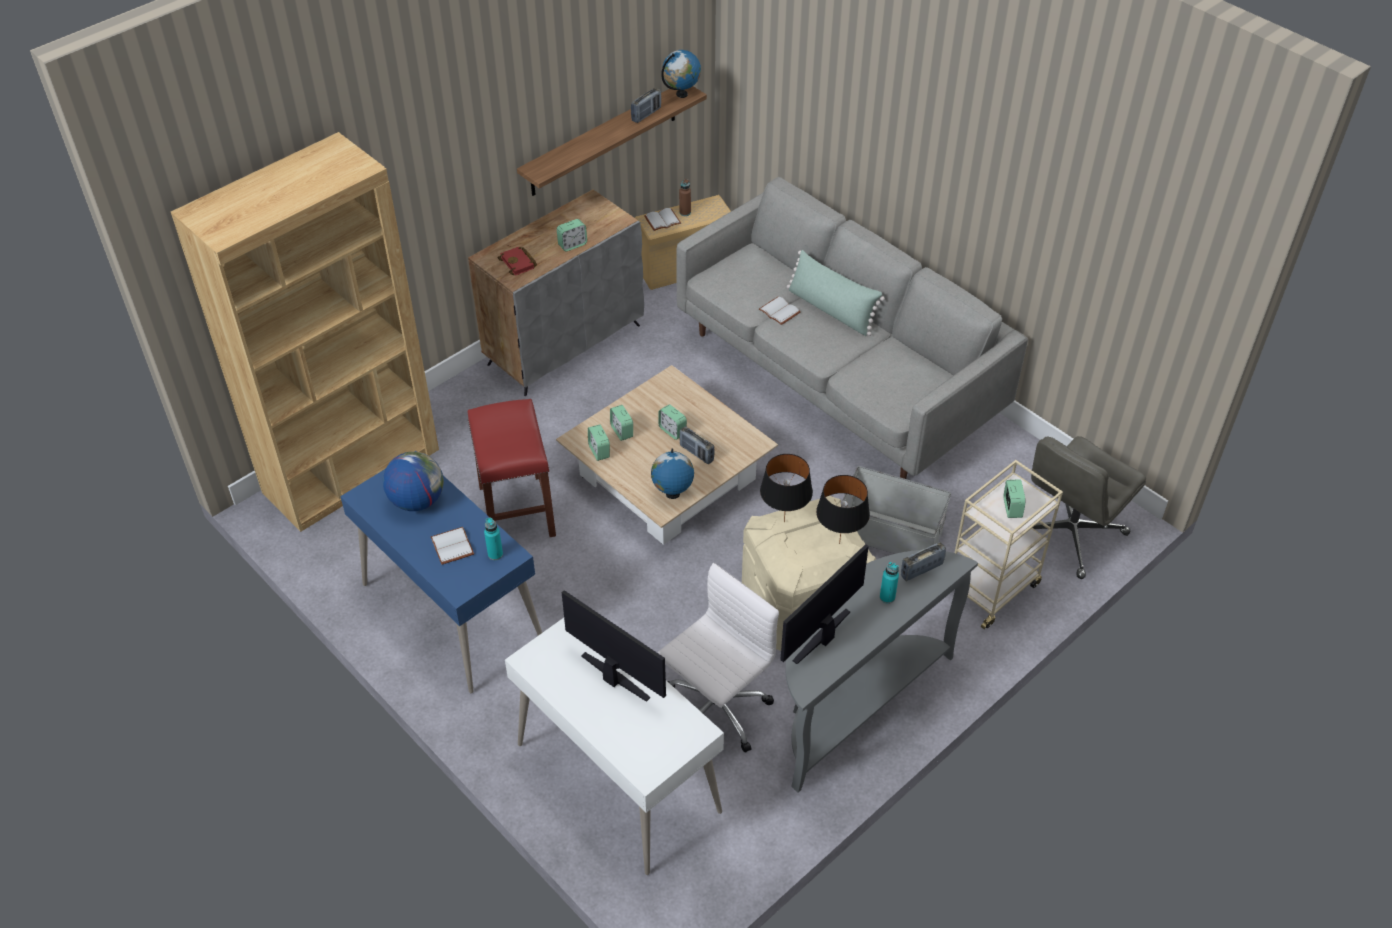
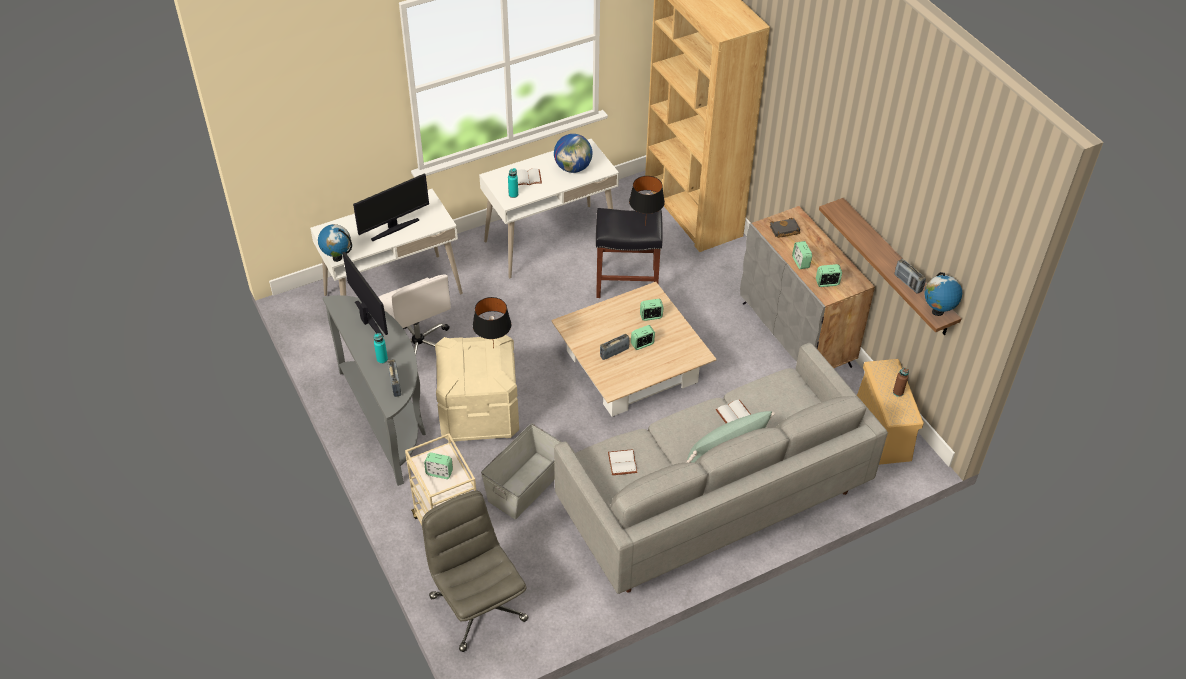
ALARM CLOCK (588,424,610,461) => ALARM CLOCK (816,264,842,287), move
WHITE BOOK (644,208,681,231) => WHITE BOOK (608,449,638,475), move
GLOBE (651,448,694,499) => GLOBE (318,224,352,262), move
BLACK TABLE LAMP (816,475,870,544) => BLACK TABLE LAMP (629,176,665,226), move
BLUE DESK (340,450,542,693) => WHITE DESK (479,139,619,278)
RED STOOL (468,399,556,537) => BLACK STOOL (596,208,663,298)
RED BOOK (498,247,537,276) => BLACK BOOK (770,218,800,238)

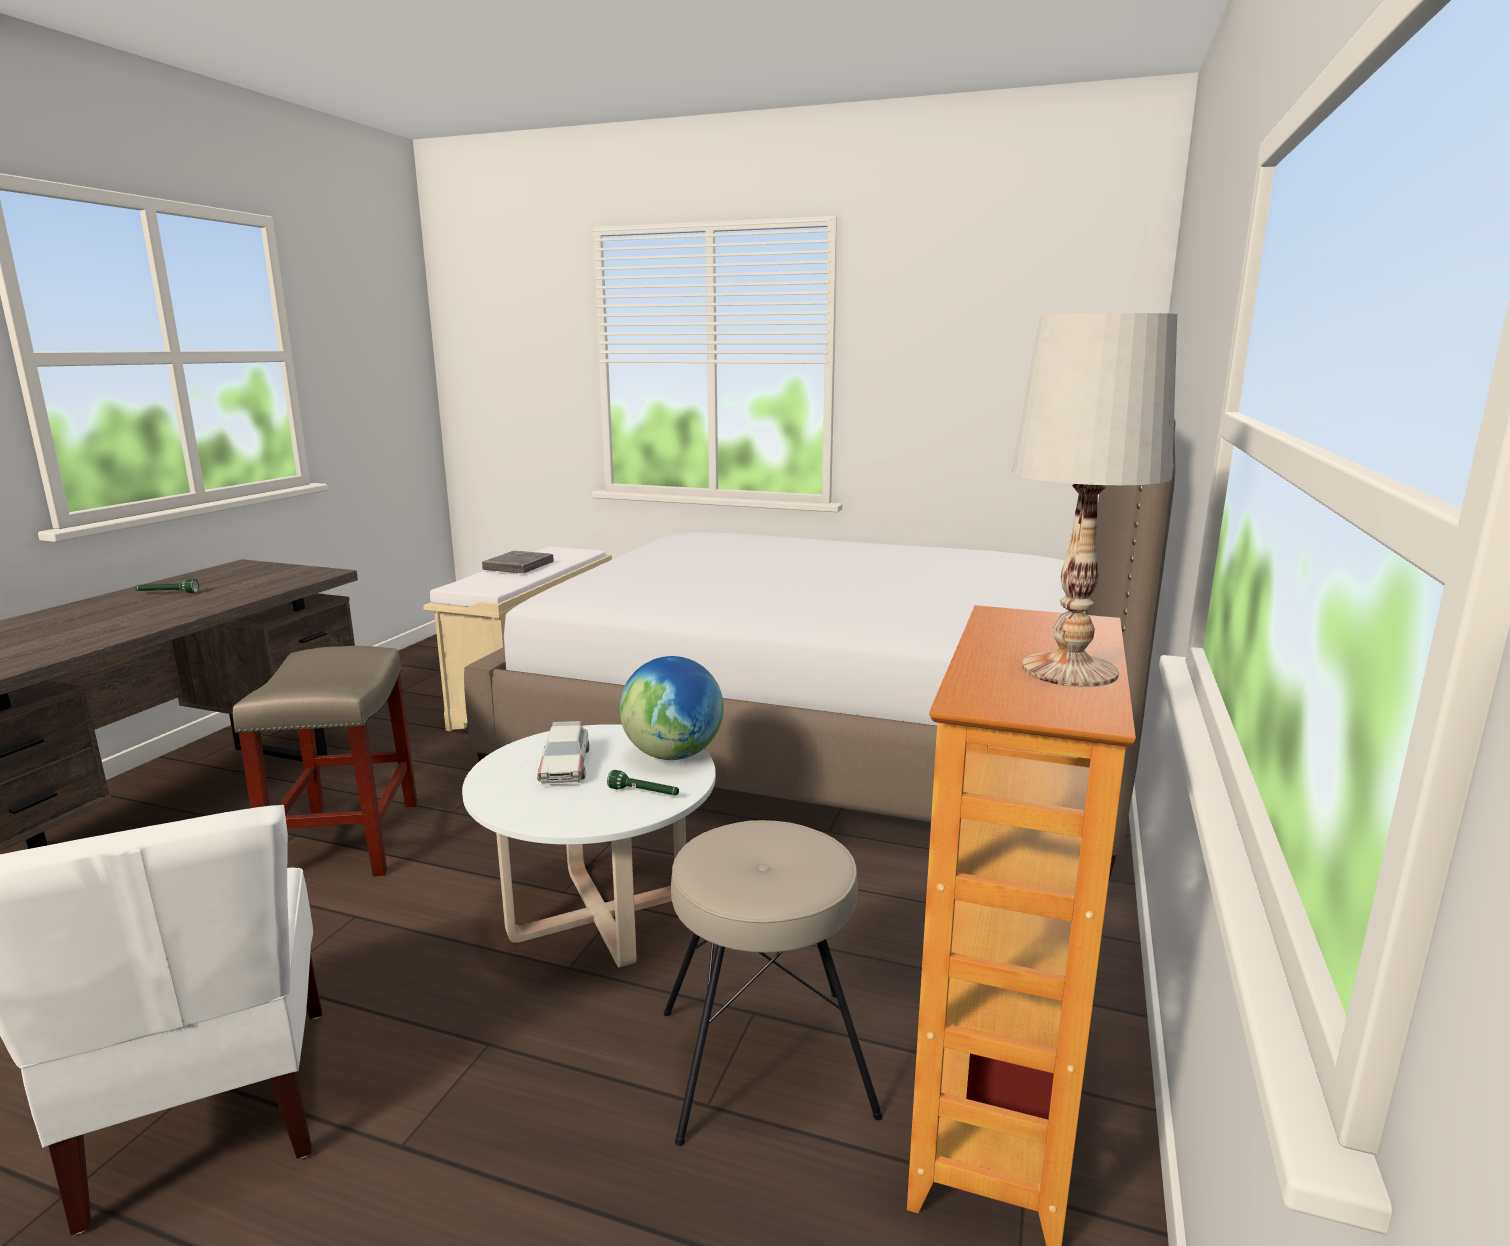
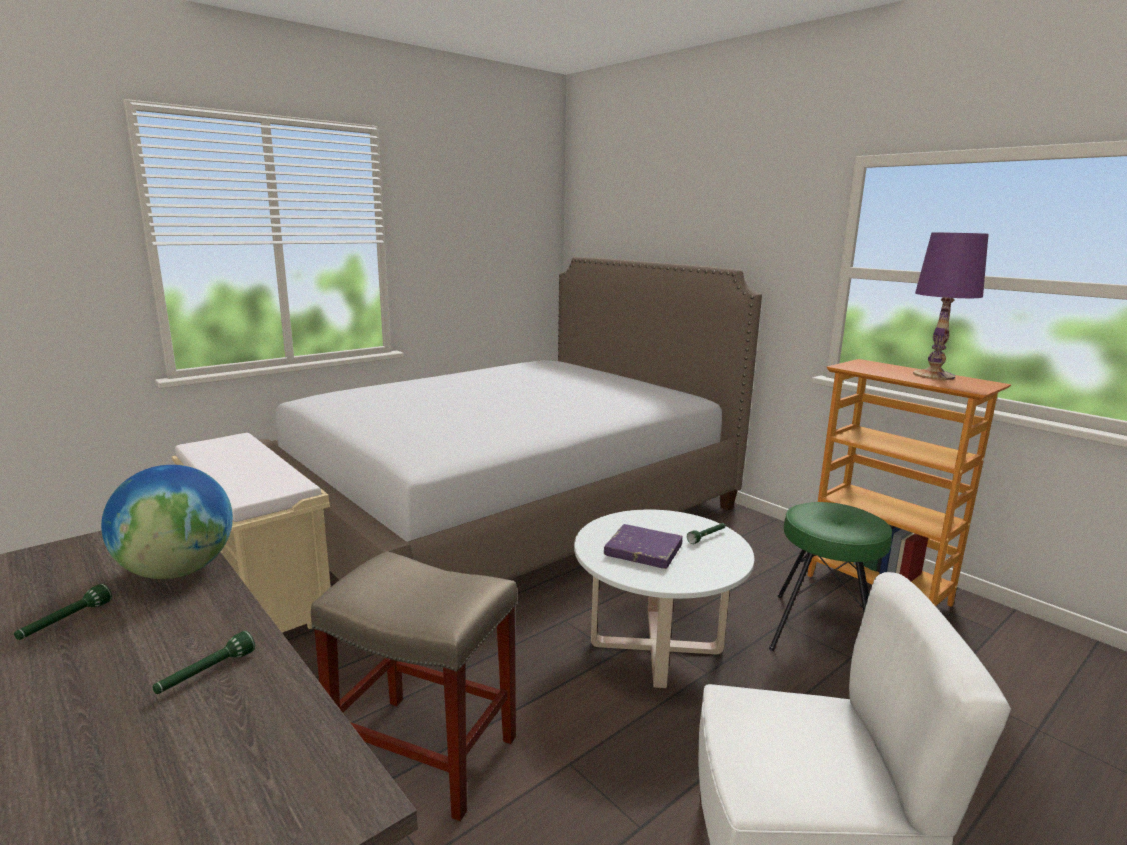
GREY BOOK (482,551,554,573) => nothing
nothing => GREEN FLASHLIGHT (152,631,255,694)
GLOBE (619,656,724,760) => GLOBE (101,465,233,579), move
TOY CAR (537,721,589,785) => PURPLE BOOK (604,524,683,569)
BEIGE STOOL (664,820,883,1146) => GREEN STOOL (769,502,892,651)
WHITE TABLE LAMP (1012,313,1177,687) => PURPLE TABLE LAMP (913,232,989,380)

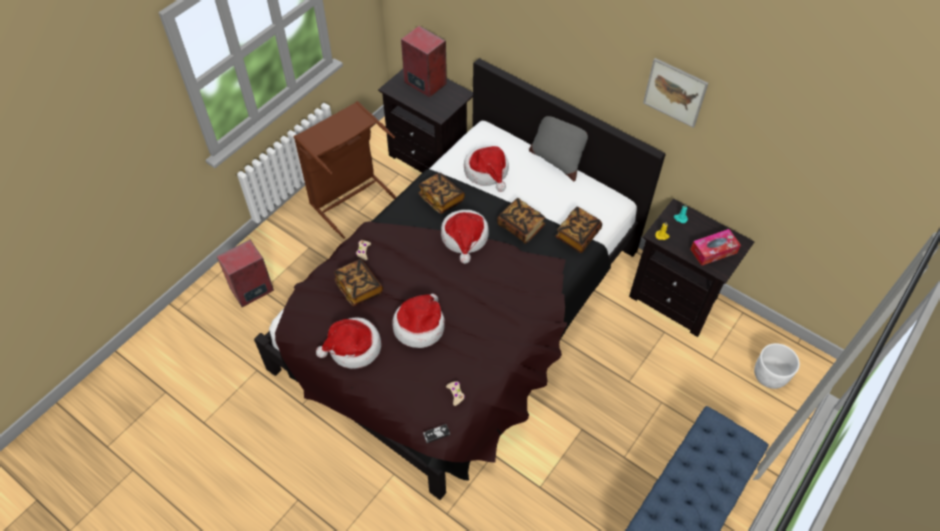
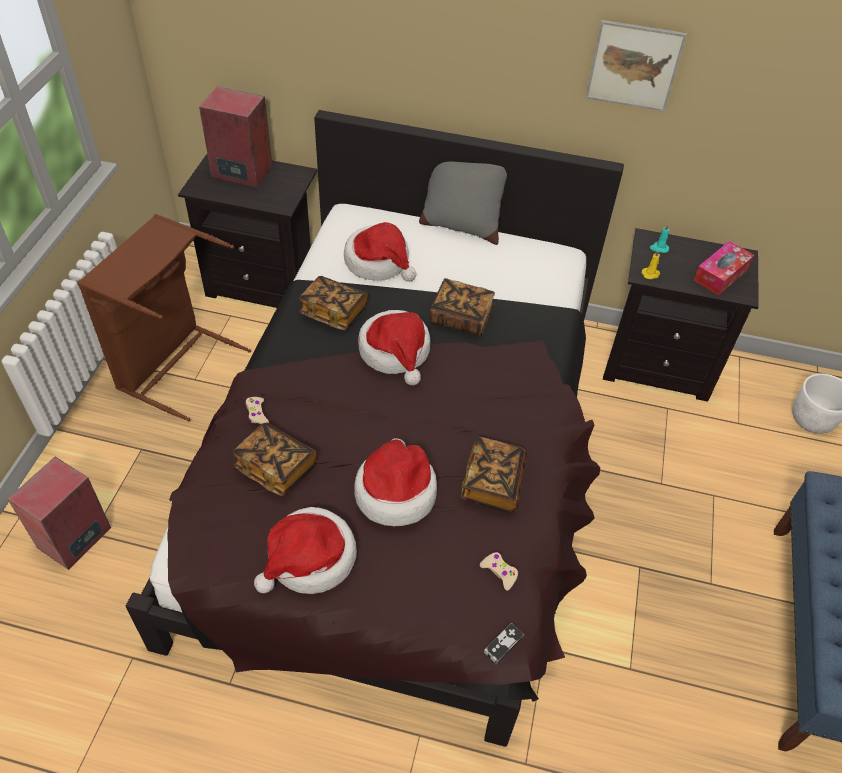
BOOK (555,207,602,253) => BOOK (461,437,527,513), move

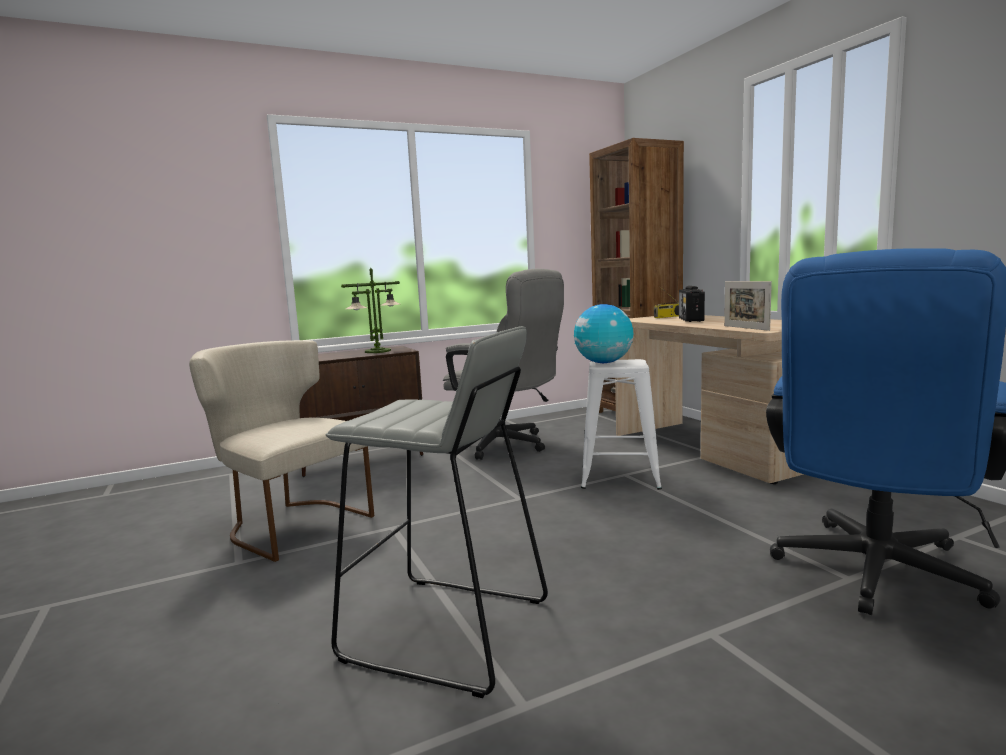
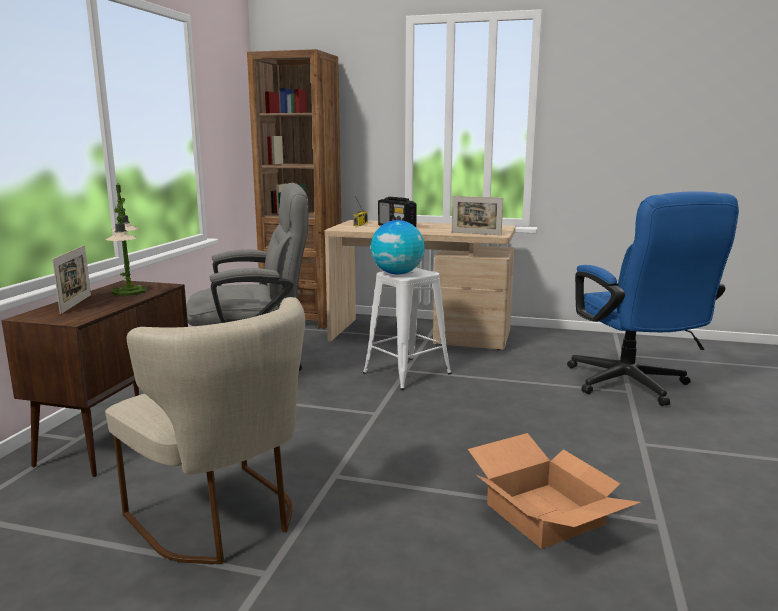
nothing => PICTURE FRAME (52,245,91,314)
GREY STOOL (326,326,548,698) => CARDBOARD BOX (468,433,641,549)
BEIGE CHAIR (189,340,374,562) => BEIGE CHAIR (105,297,305,564), 120 degrees counterclockwise

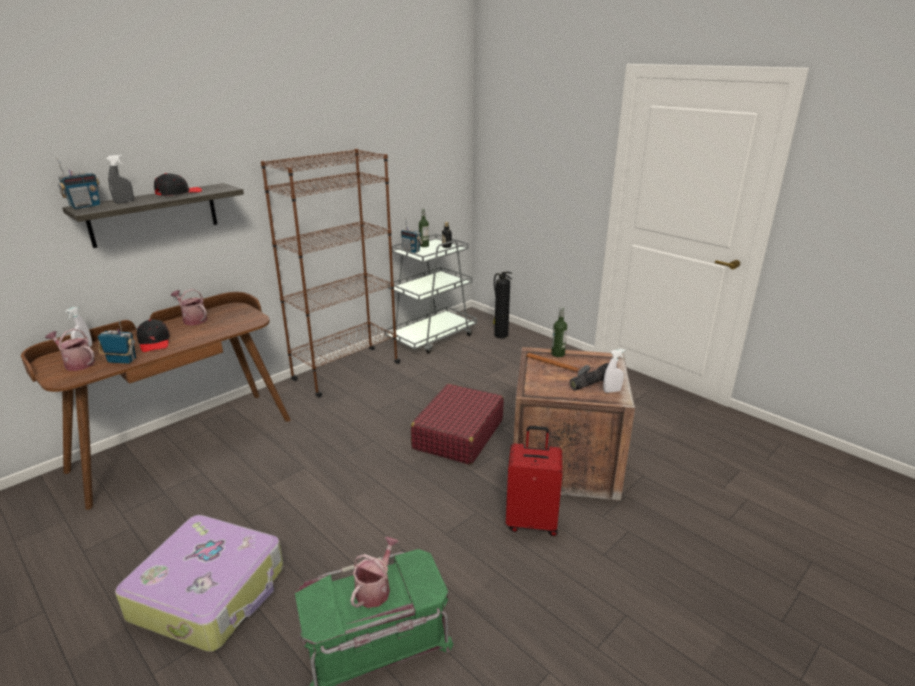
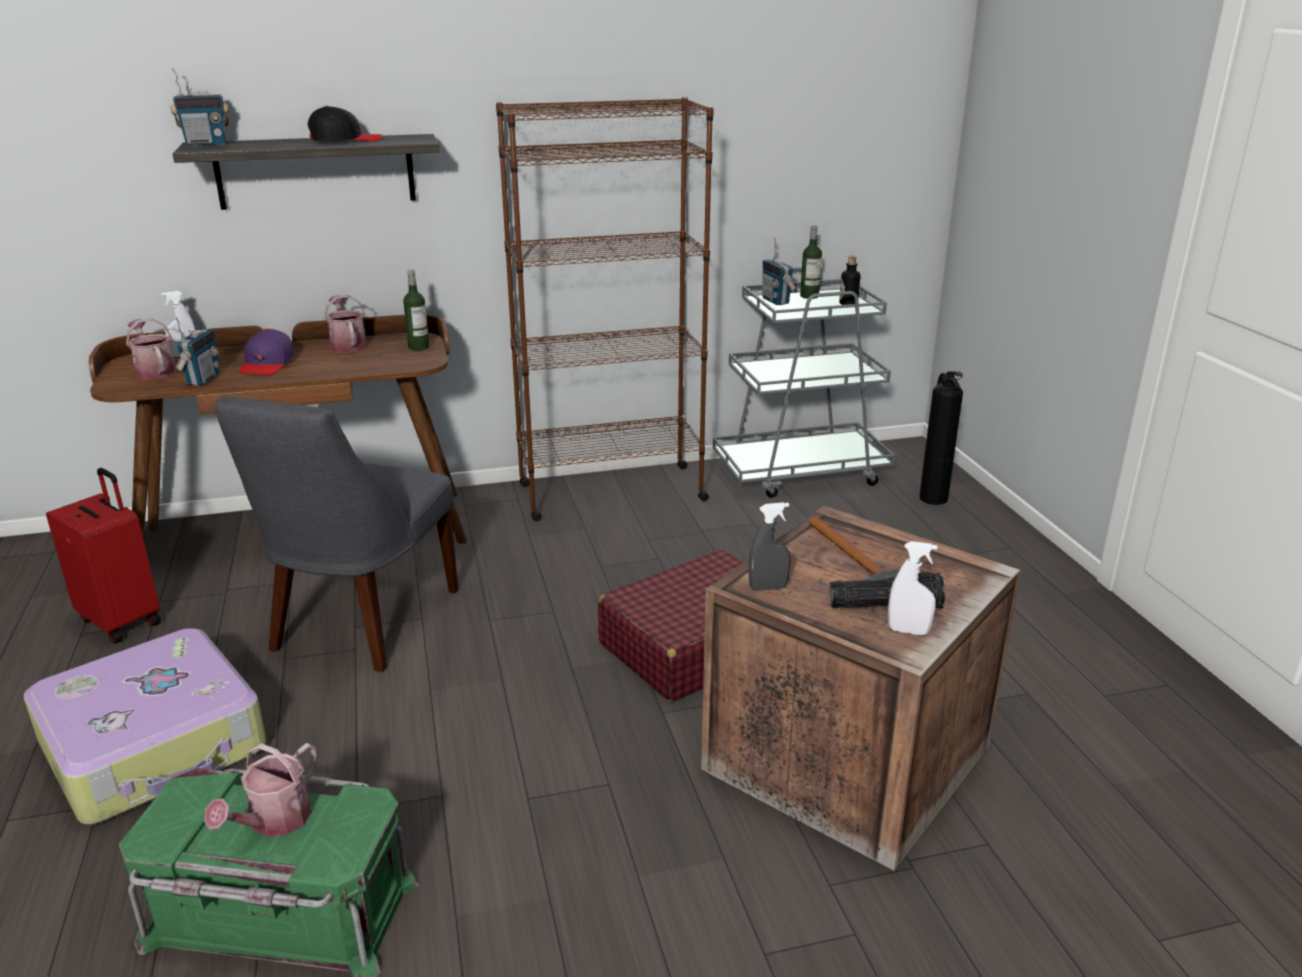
nothing => GREY CHAIR (215,397,458,672)
GREY SPRAY BOTTLE (106,155,134,204) => GREY SPRAY BOTTLE (749,502,791,591), move
RED SUITCASE (506,426,562,536) => RED SUITCASE (46,468,161,644), move
BOTTLE (551,307,567,357) => BOTTLE (403,269,429,351), move
BLACK CAP (137,319,170,352) => PURPLE CAP (239,329,295,375)
RADIO (98,320,136,364) => RADIO (175,317,220,386), 60 degrees clockwise
WATERING CAN (350,537,399,608) => WATERING CAN (204,743,317,837), 150 degrees clockwise

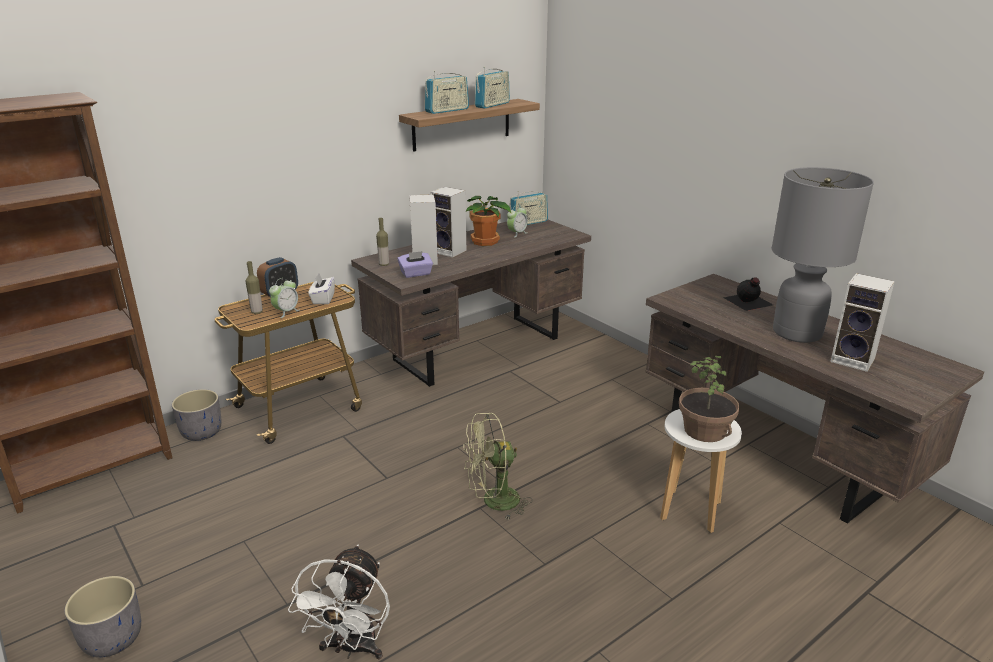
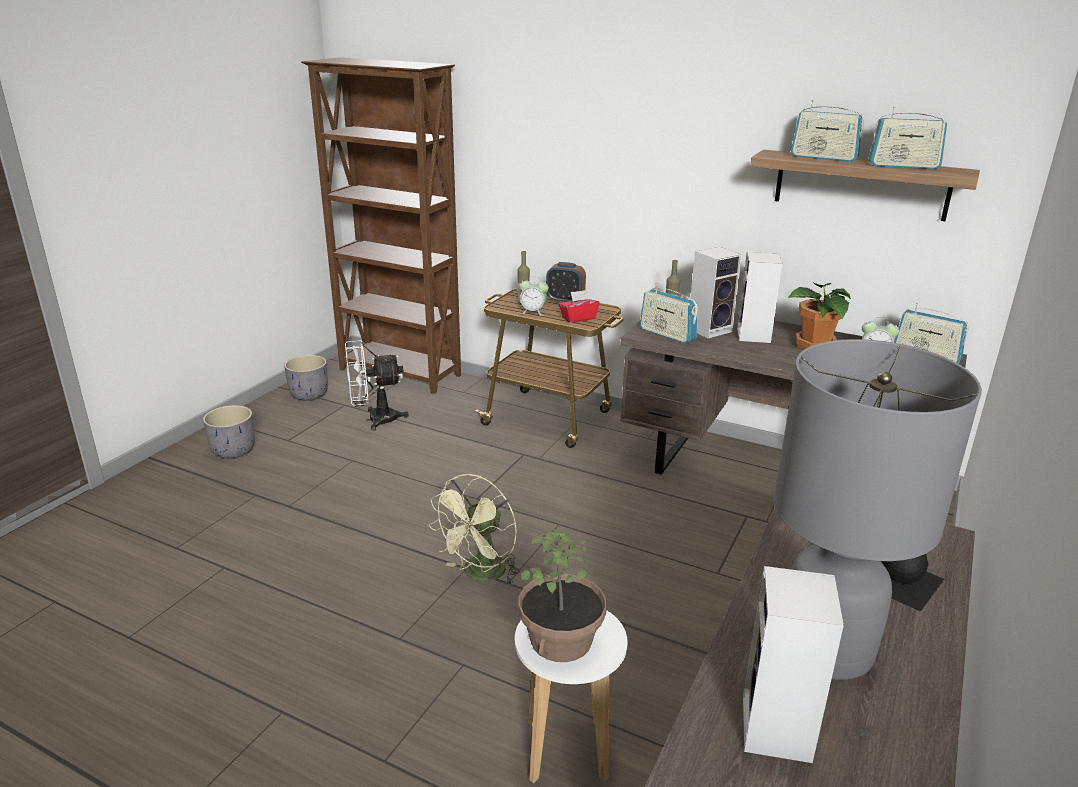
GREY PLANTER (172,389,221,441) => GREY PLANTER (284,355,328,401), move
WHITE FAN (288,544,390,660) => WHITE FAN (345,340,409,431), move
PURPLE TISSUE BOX (398,251,433,278) => RADIO (640,282,698,344)
WHITE TISSUE BOX (308,273,335,304) => RED TISSUE BOX (559,290,600,323)
GREEN FAN (463,413,533,520) => GREEN FAN (428,474,520,585), 105 degrees counterclockwise

